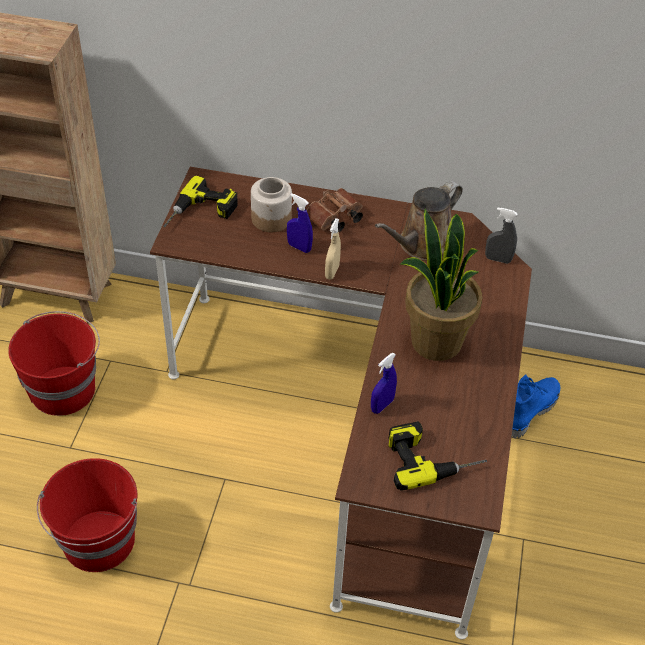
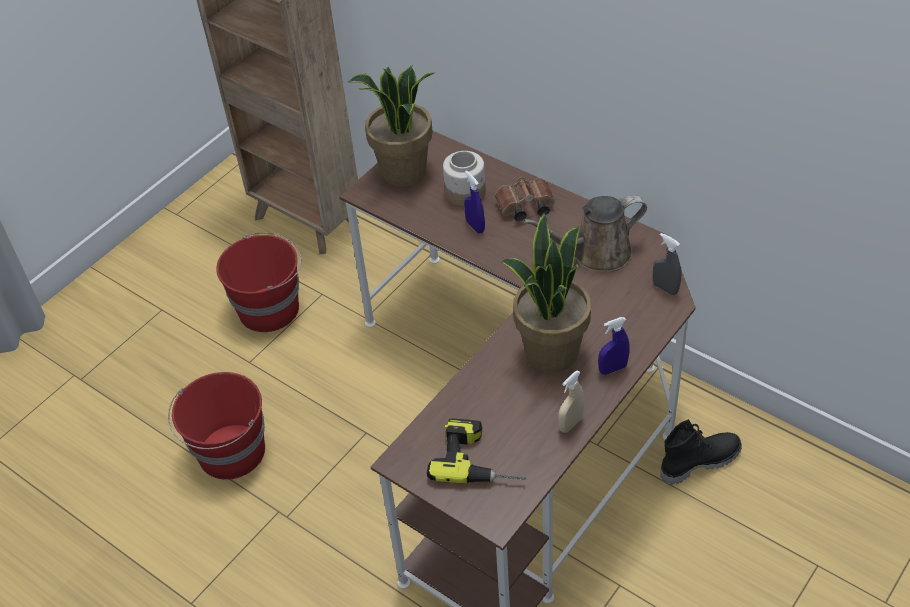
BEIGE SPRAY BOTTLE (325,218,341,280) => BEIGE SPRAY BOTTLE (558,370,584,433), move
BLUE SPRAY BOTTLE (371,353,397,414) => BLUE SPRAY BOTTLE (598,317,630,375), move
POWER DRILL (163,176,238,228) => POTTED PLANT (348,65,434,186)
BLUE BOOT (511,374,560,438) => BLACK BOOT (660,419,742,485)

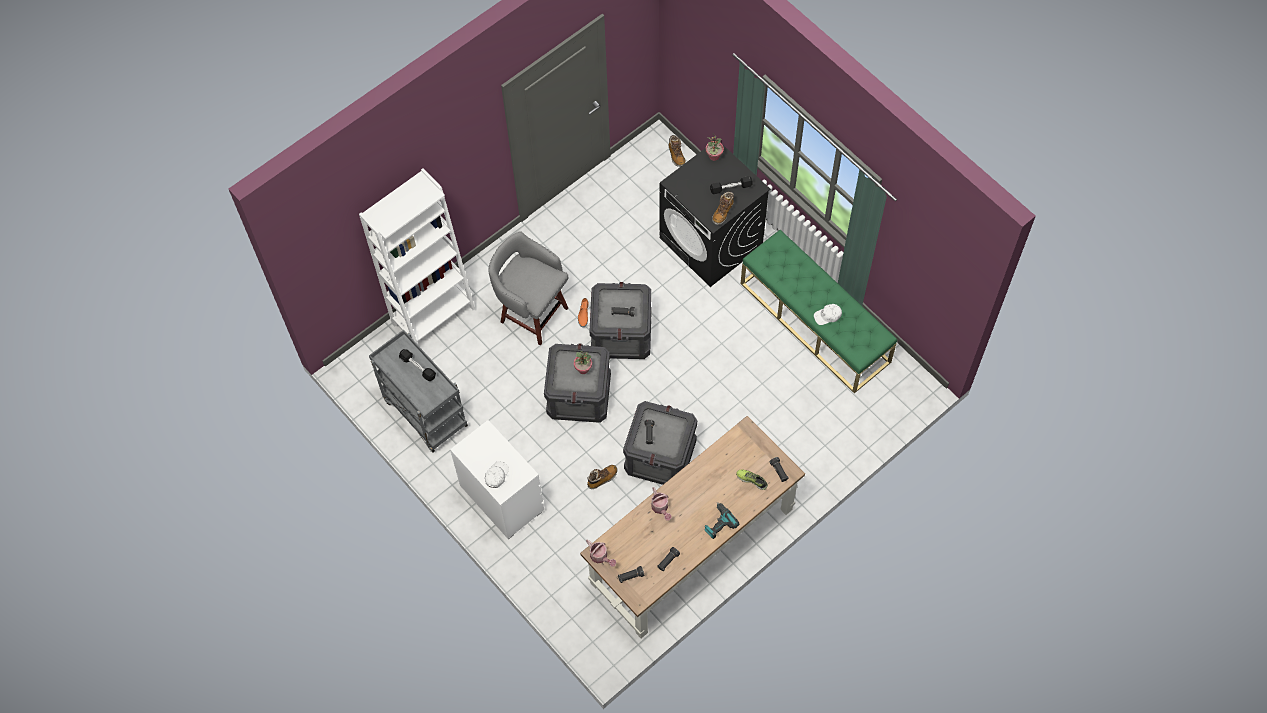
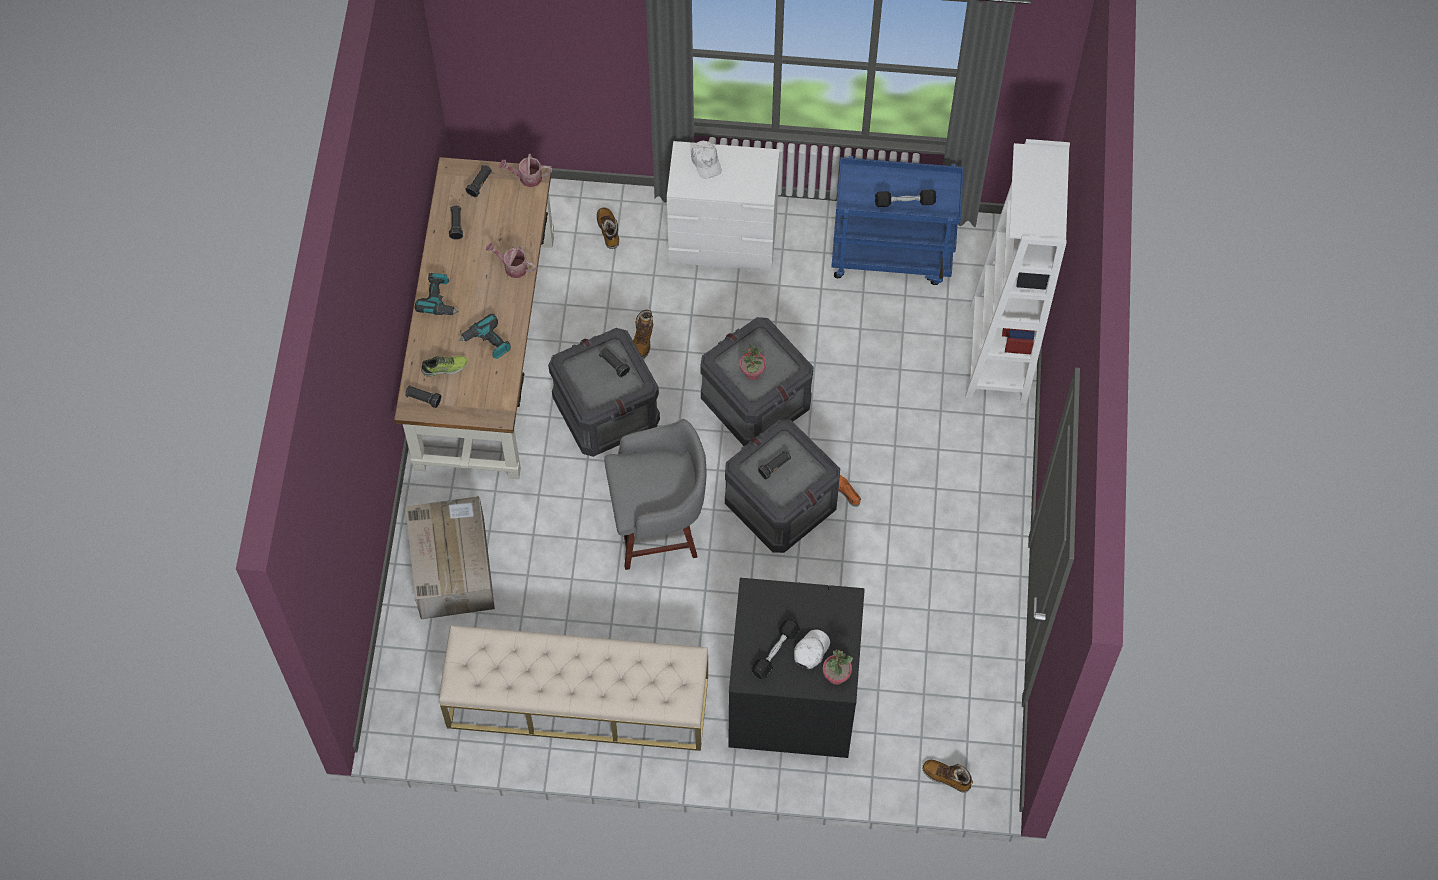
nothing => CARDBOARD BOX (406,496,495,619)
nothing => POWER DRILL (459,314,511,359)
GREY STOOL (488,232,568,345) => GREY STOOL (604,419,706,570), move
BOOT (712,191,734,225) => BOOT (596,207,619,249), move
WHITE CAP (814,304,842,325) => WHITE CAP (794,630,830,669), move
GREY CART (369,330,468,453) => BLUE CART (831,156,964,285)
GREEN BENCH (741,230,897,393) => BEIGE BENCH (439,625,708,751)

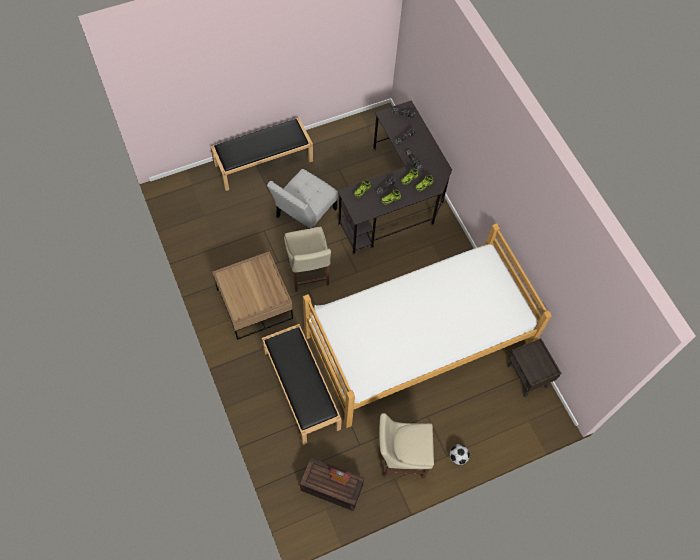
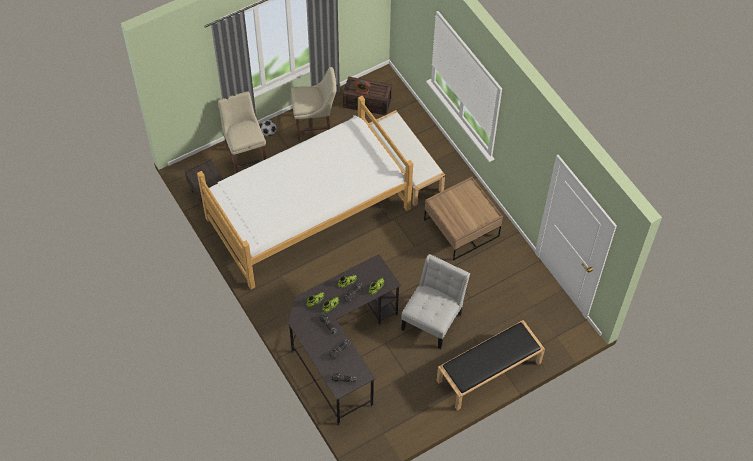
BEIGE CHAIR (284,227,331,292) => BEIGE CHAIR (218,91,266,173), move
BLACK BENCH (262,324,342,445) => WHITE BENCH (369,110,445,206)

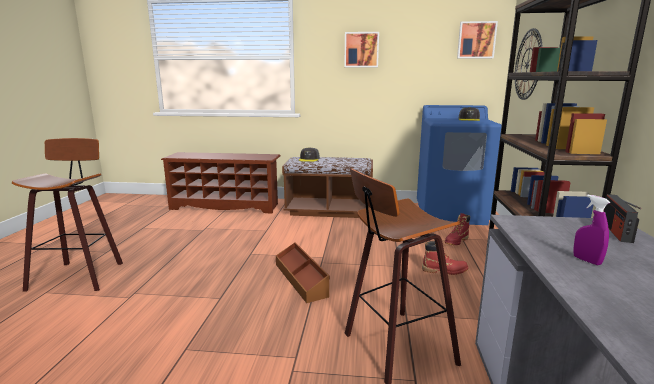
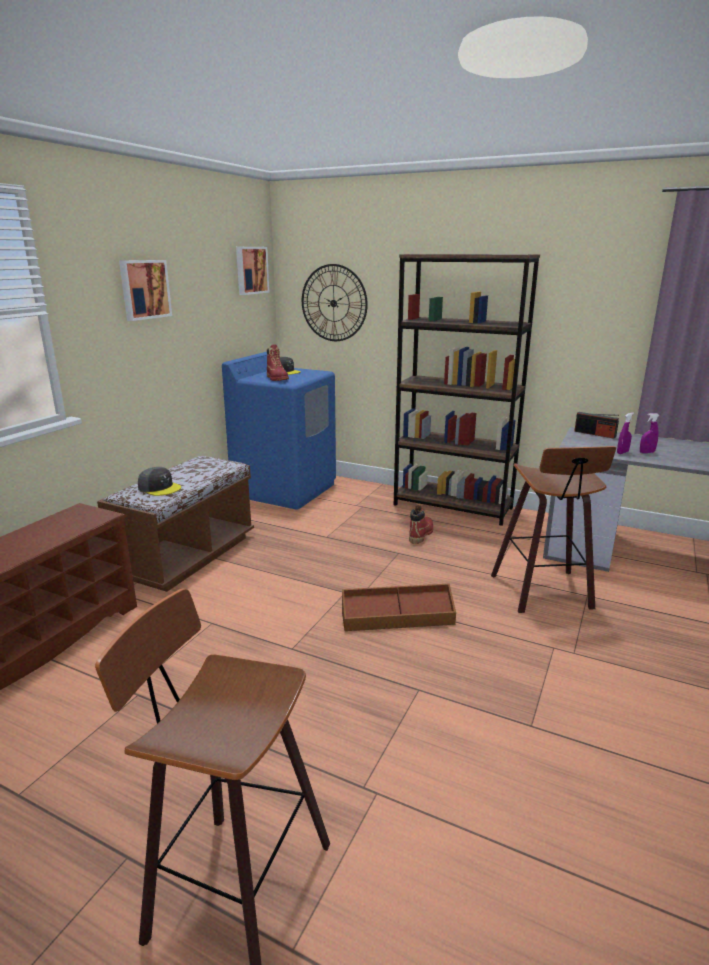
nothing => PURPLE SPRAY BOTTLE (617,413,634,454)
RED BOOT (444,213,470,245) => RED BOOT (267,345,289,381), move

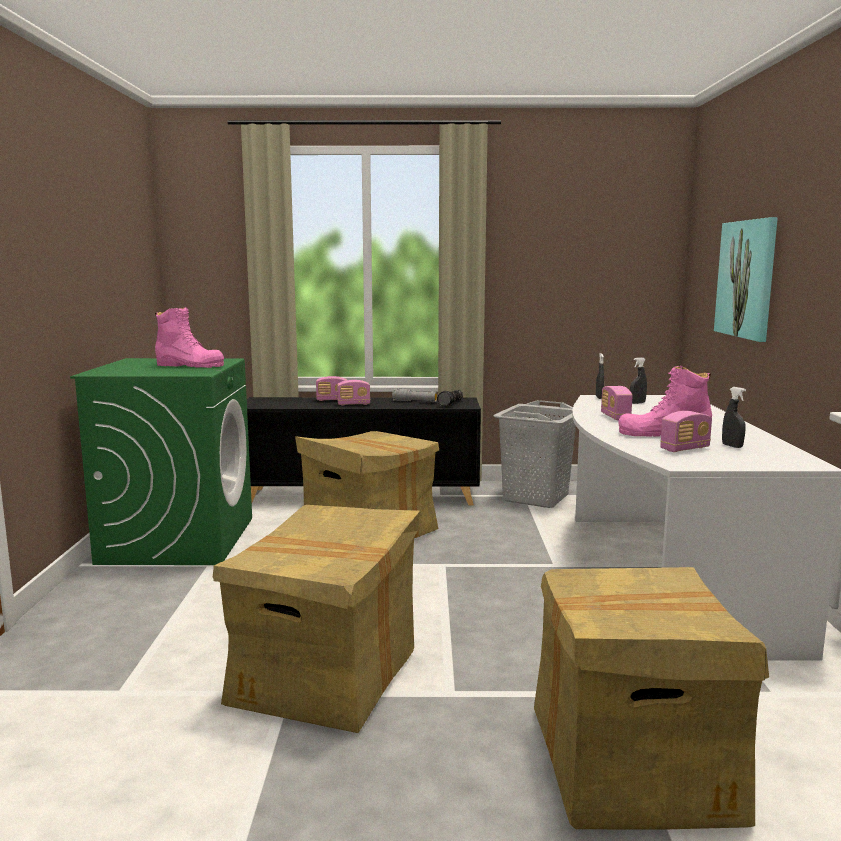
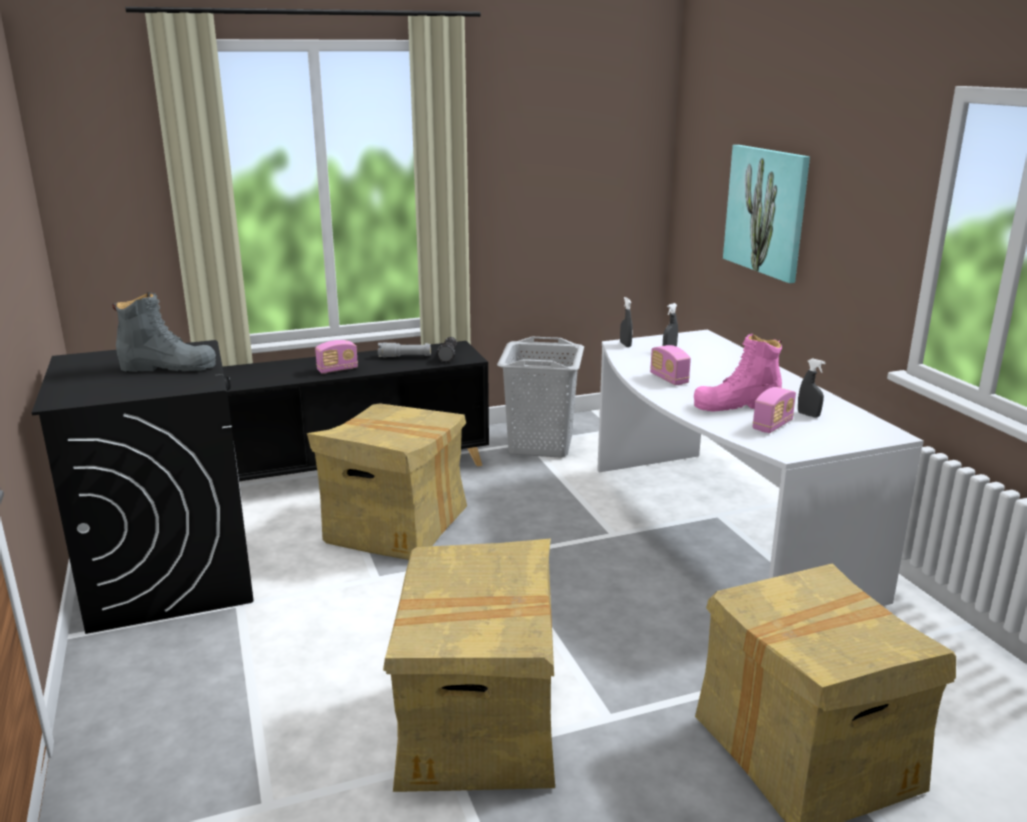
RADIO (316,376,347,401) => nothing
GREEN WASHING MACHINE (70,358,252,565) => BLACK WASHING MACHINE (32,340,253,634)
PINK BOOT (155,307,224,368) => GREY BOOT (112,292,216,372)

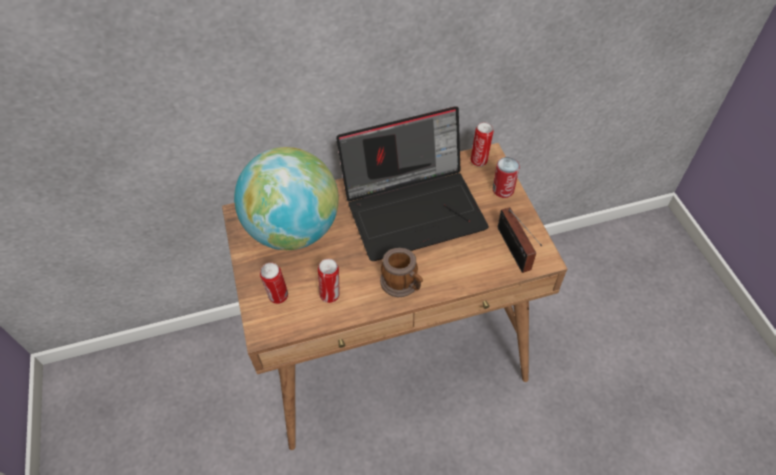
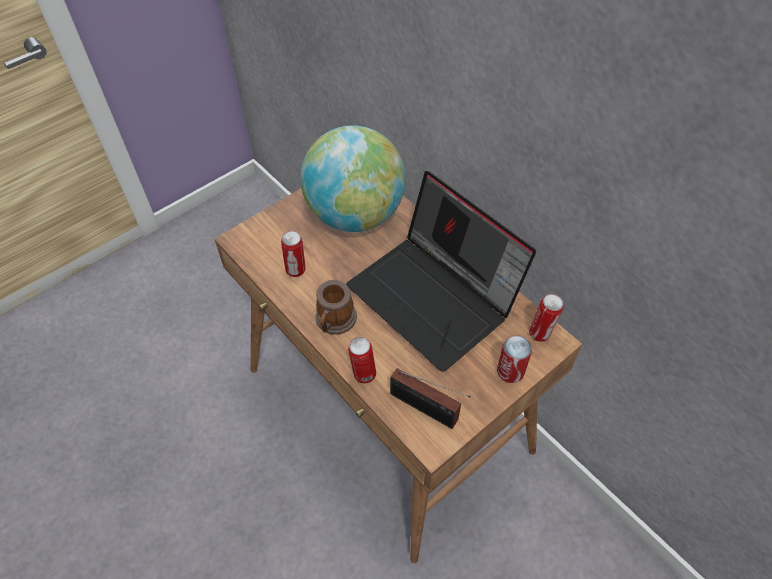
CAN (260,262,288,304) => CAN (348,337,376,384), move
RADIO (498,207,542,273) => RADIO (390,368,471,429), 105 degrees counterclockwise

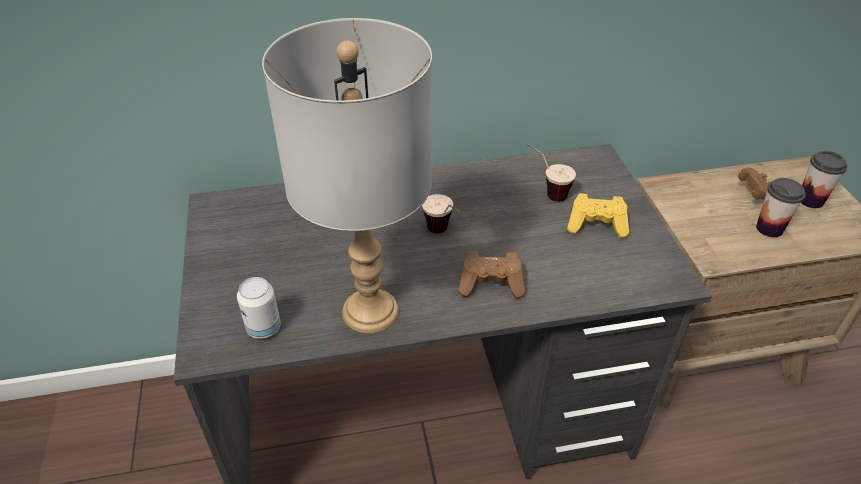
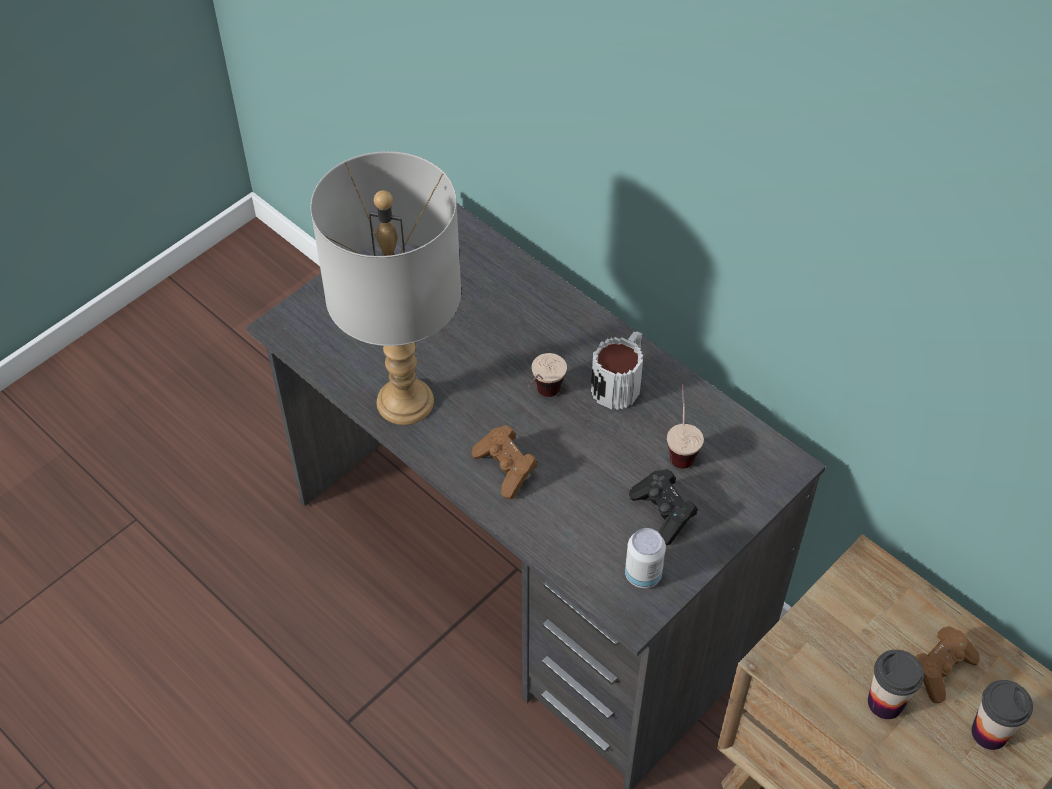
nothing => MUG (591,331,643,410)
CAN (237,277,281,339) => CAN (625,528,666,588), move
YELLOW GAME CONTROLLER (567,193,629,238) => BLACK GAME CONTROLLER (629,469,698,545)

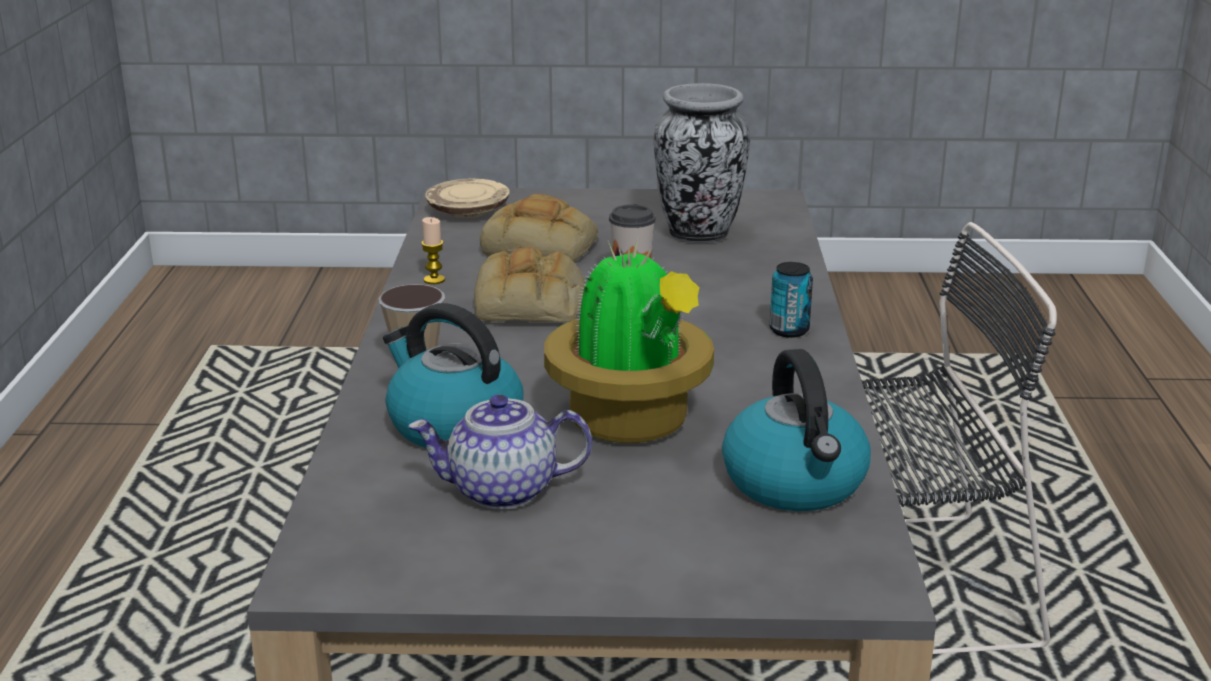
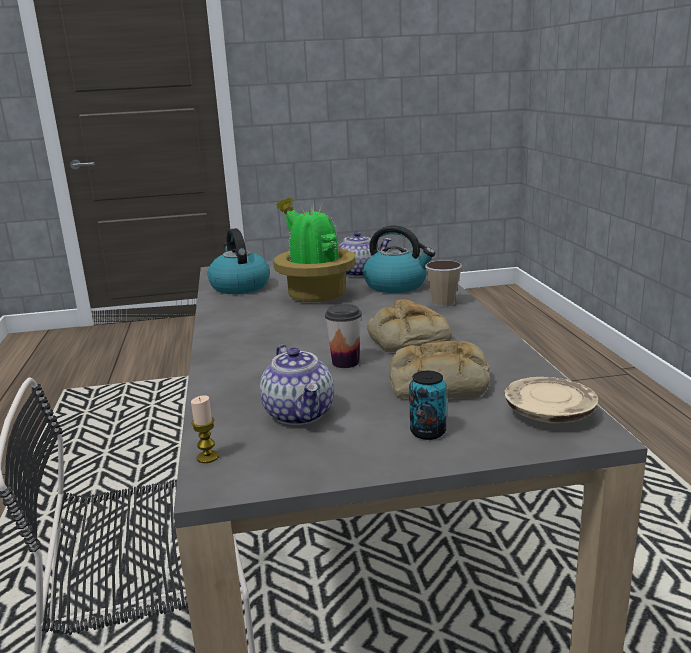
CANDLE (421,217,445,284) => CANDLE (191,395,219,463), move
CAN (770,262,813,338) => CAN (409,371,446,440), move
VASE (654,83,750,243) => TEAPOT (260,345,334,425)

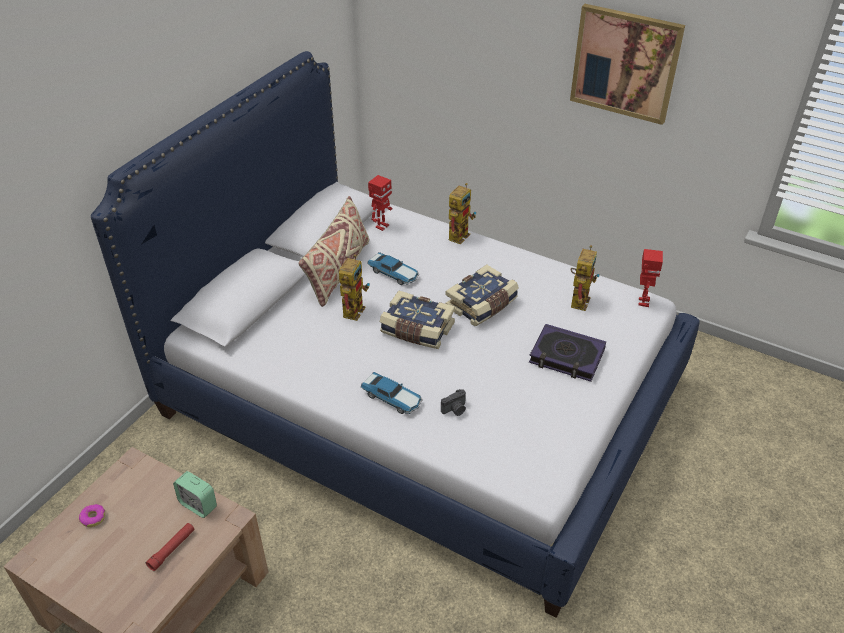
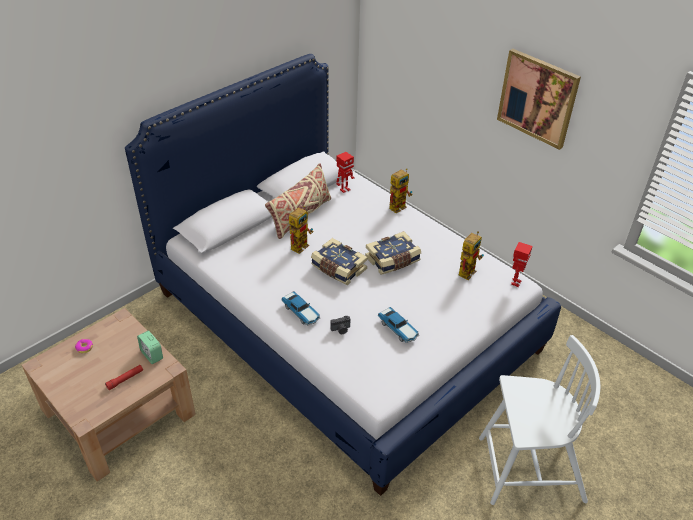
BOOK (529,324,606,382) => nothing
nothing => WHITE CHAIR (479,335,600,505)
TOY CAR (367,252,420,285) => TOY CAR (378,307,419,343), move

